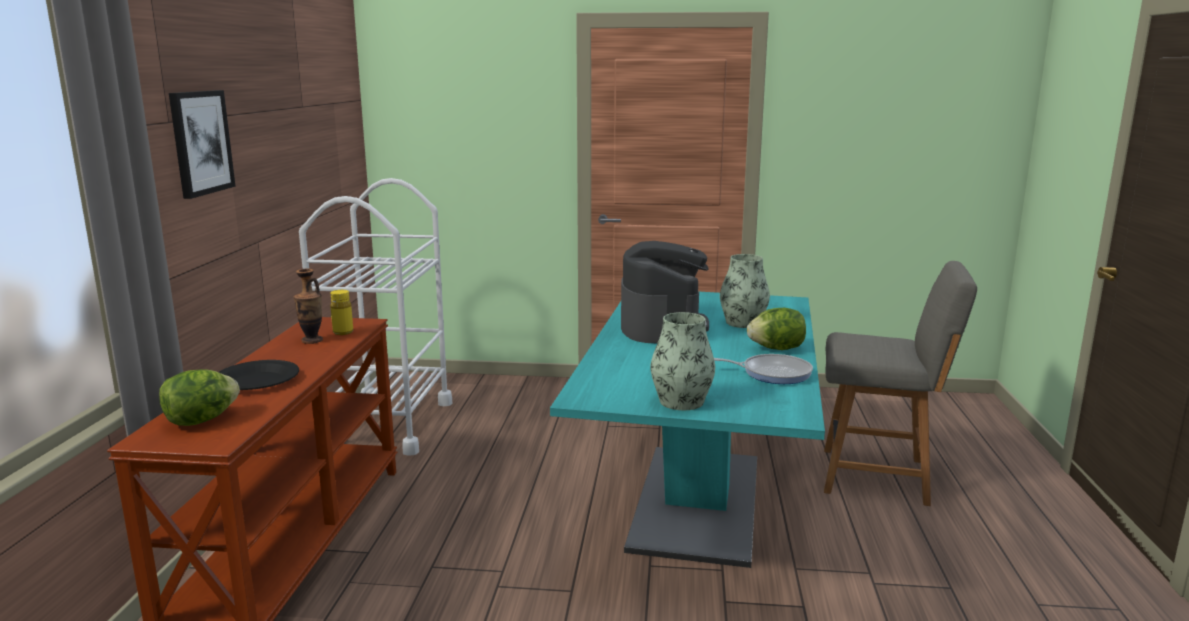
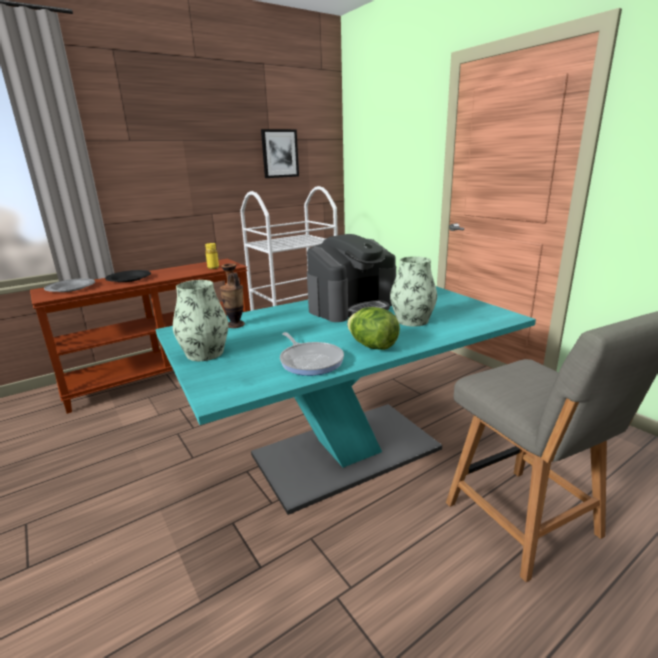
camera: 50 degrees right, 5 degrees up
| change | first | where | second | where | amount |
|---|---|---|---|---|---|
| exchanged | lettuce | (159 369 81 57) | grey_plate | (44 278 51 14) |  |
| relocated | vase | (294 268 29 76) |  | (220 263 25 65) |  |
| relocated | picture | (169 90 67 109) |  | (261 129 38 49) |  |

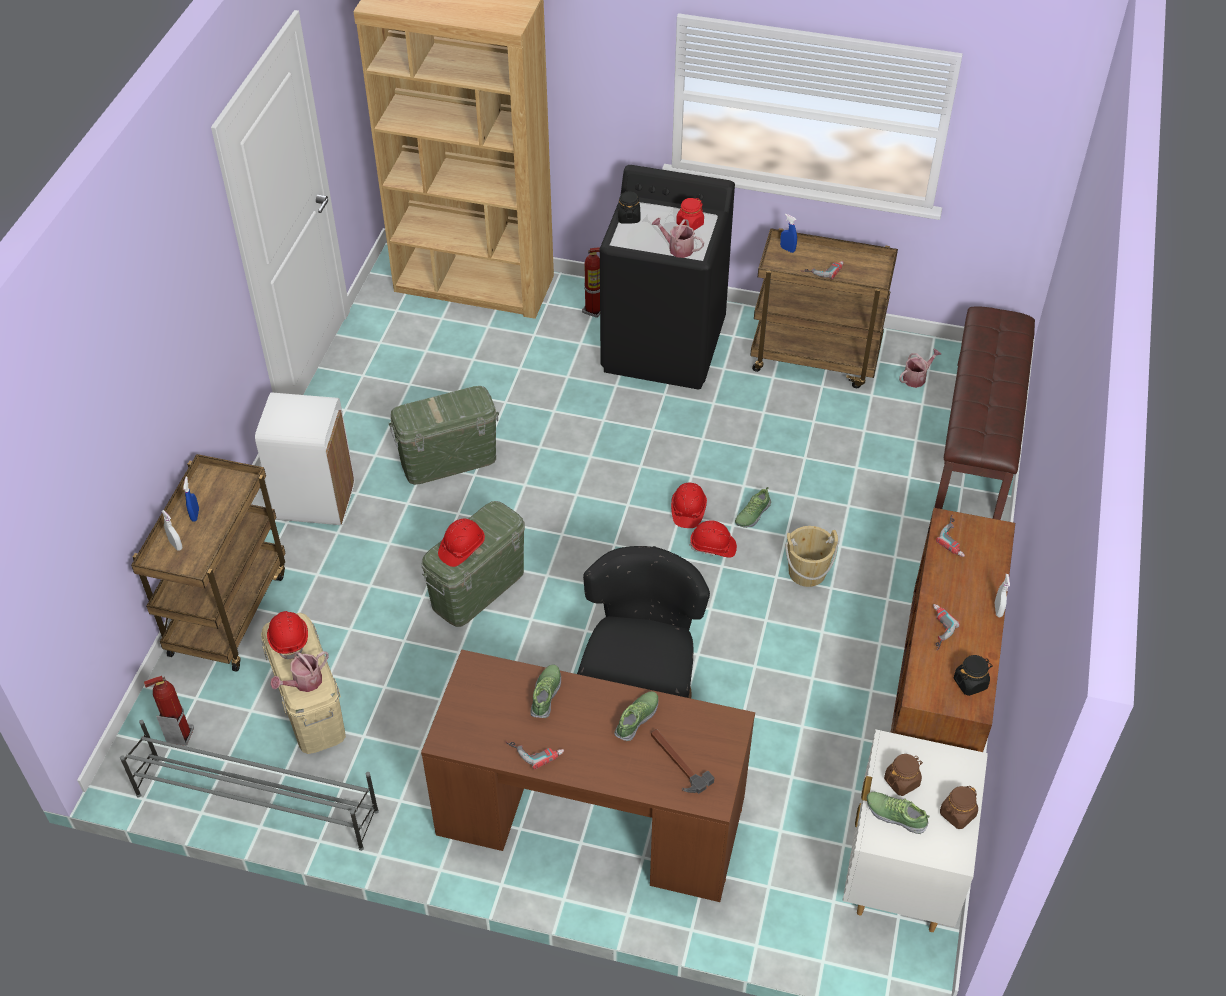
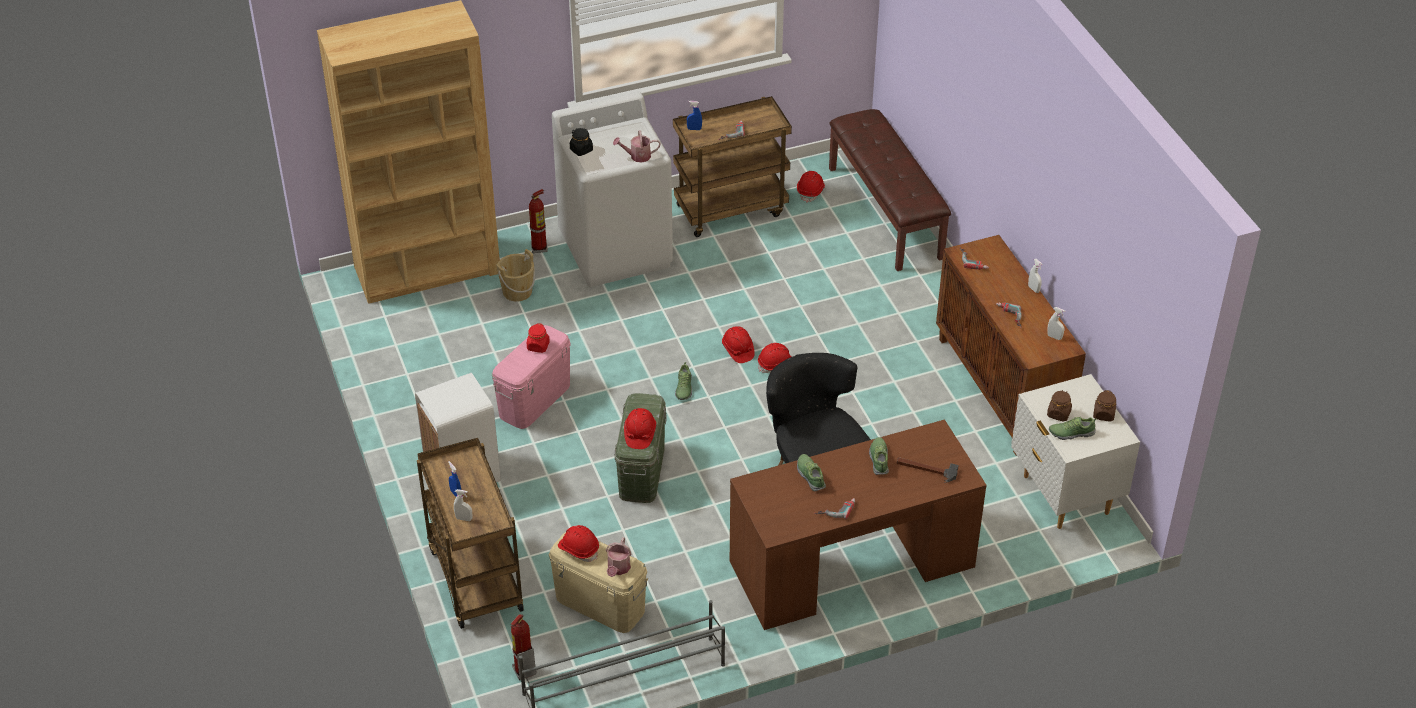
camera: 35 degrees left, 5 degrees down
| change | first | where | second | where | amount |
|---|---|---|---|---|---|
| colour | green_storage_box | (388 386 111 99) | pink_storage_box | (492 325 79 104) |  |
| relocated | beige_bucket | (785 526 53 61) |  | (496 249 39 53) |  |
| relocated | red_jar | (676 198 28 32) |  | (527 323 23 30) |  |
| colour | black_washing_machine | (600 165 135 224) | white_washing_machine | (552 92 121 195) |  |
| relocated | shoe | (735 487 36 41) |  | (675 362 17 38) |  |
| exchanged | watering_can | (899 349 42 39) | red_hard_hat | (797 171 28 32) |  |
| exchanged | black_jar | (954 655 38 41) | white_spray_bottle | (1047 307 18 33) |  |

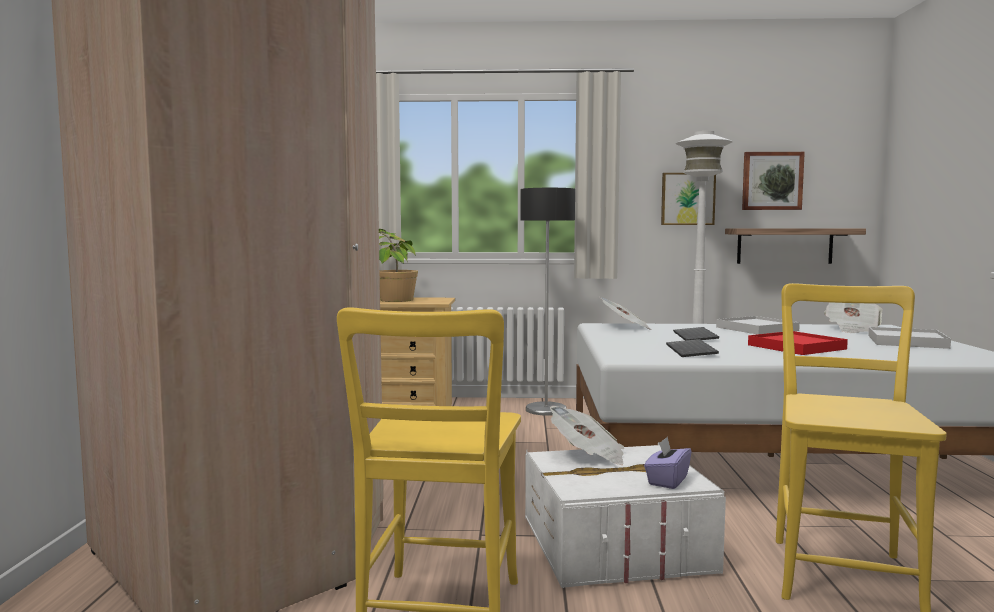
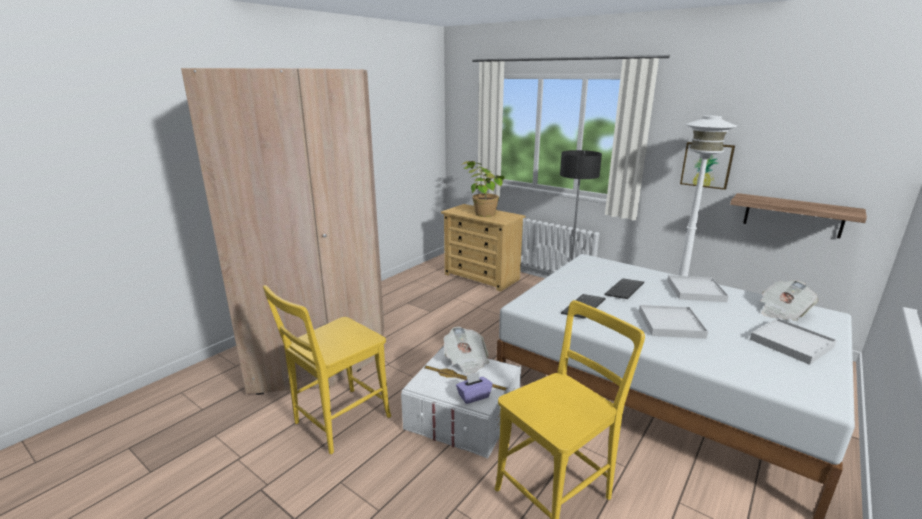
camera: 35 degrees right, 15 degrees up
| change | first | where | second | where | amount |
|---|---|---|---|---|---|
| colour | red_tray | (748 331 100 24) | white_tray | (639 305 69 34) |  |
| missing | newspaper | (598 296 54 34) |  |  |  |
| missing | picture | (742 152 63 58) |  |  |  |

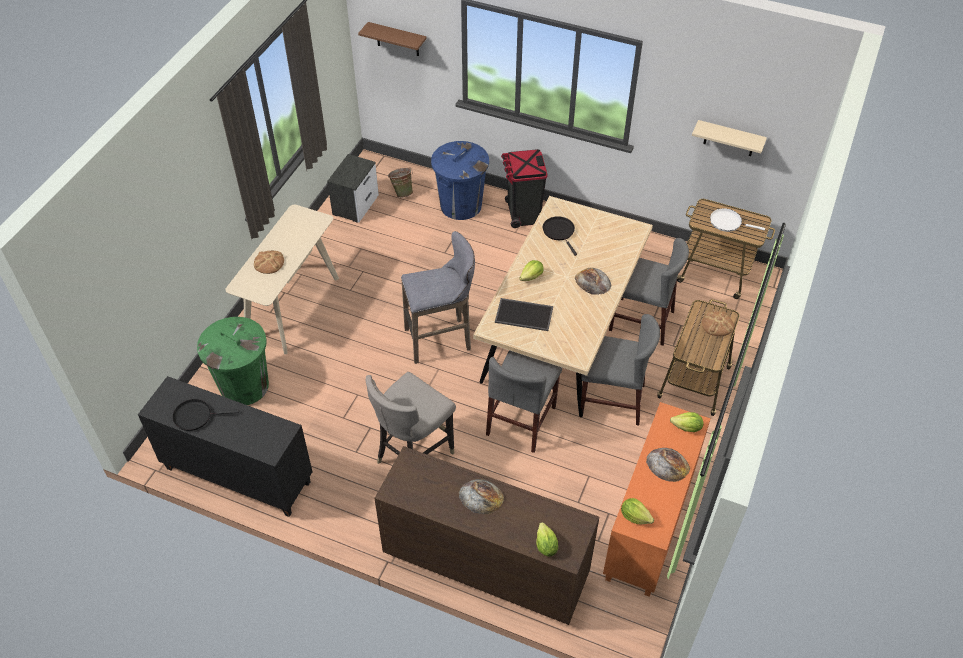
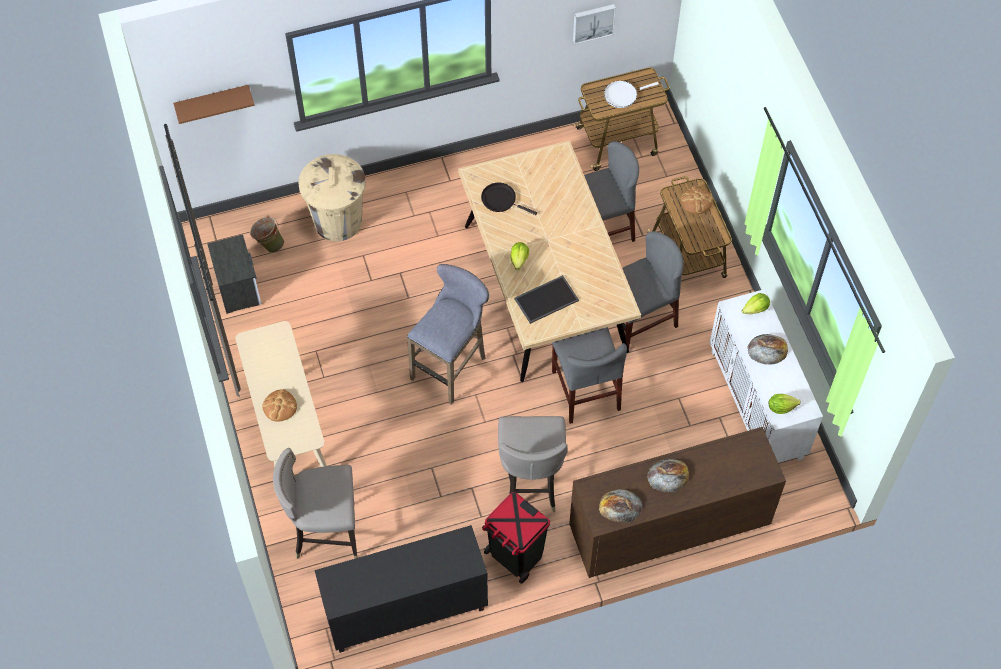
camera: 40 degrees left, 10 degrees up
| change | first | where | second | where | amount |
|---|---|---|---|---|---|
| exchanged | green_trash_can | (197 317 72 88) | grey_stool | (273 448 84 111) |  |
| colour | blue_trash_can | (431 141 58 79) | beige_trash_can | (299 154 67 87) |  |
| relocated | black_trash_can | (501 149 47 79) |  | (482 492 68 92) |  |
| exchanged | beige_shelf | (692 120 75 36) | picture | (573 4 43 41) |  |
| relocated | bread | (575 268 37 27) |  | (599 489 44 34) |  |
| colour | orange_cabinet | (603 402 108 195) | white_cabinet | (710 289 113 174) |  |
| missing | black_frying_pan | (172 399 67 32) |  |  |  |
| missing | lettuce | (536 522 22 35) |  |  |  |

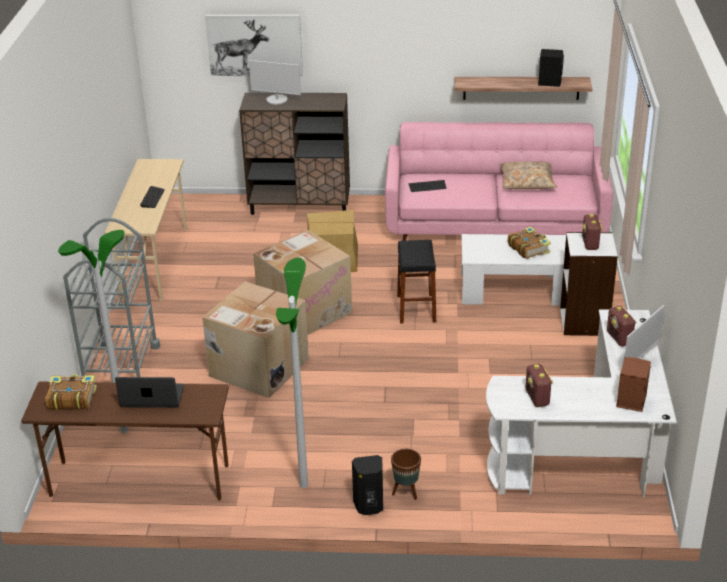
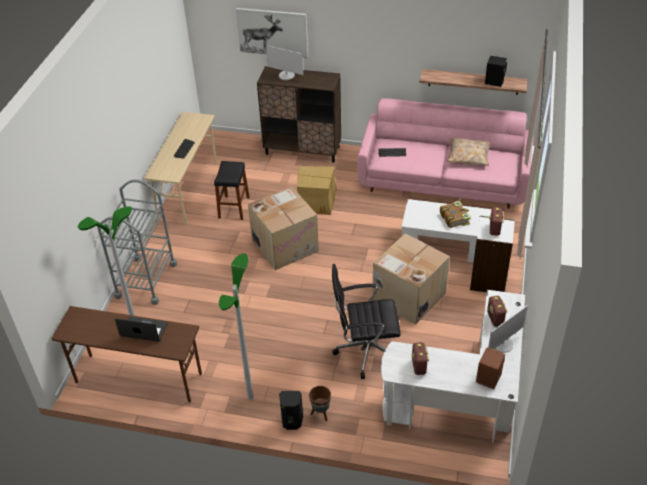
camera: 10 degrees right, 10 degrees up
| change | first | where | second | where | amount |
|---|---|---|---|---|---|
| relocated | black_stool | (397 240 39 84) |  | (214 161 36 59) |  |
| appeared |  |  | black_office_chair | (332 264 69 115) |  |
| relocated | cardboard_box | (202 281 107 117) |  | (372 233 78 92) |  |
| missing | book | (45 374 52 36) |  |  |  |

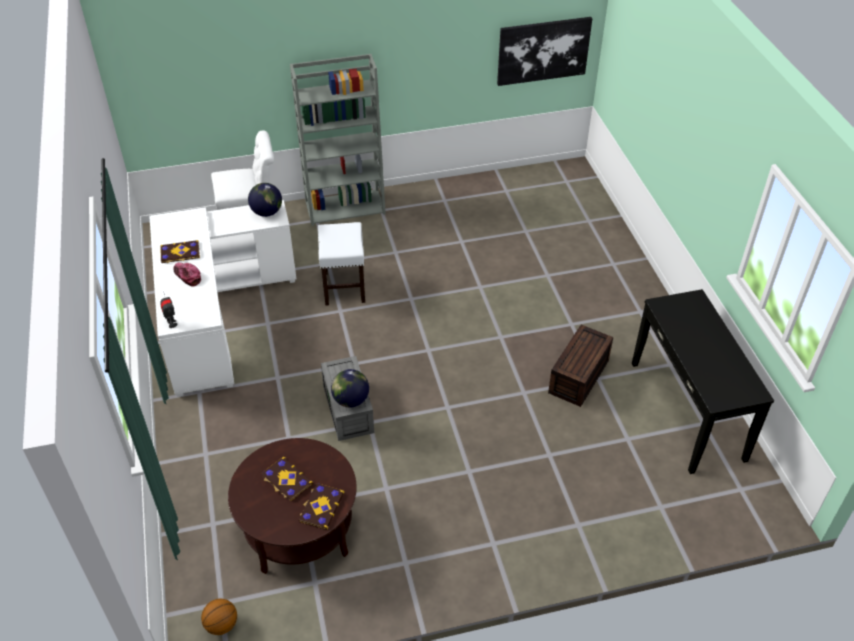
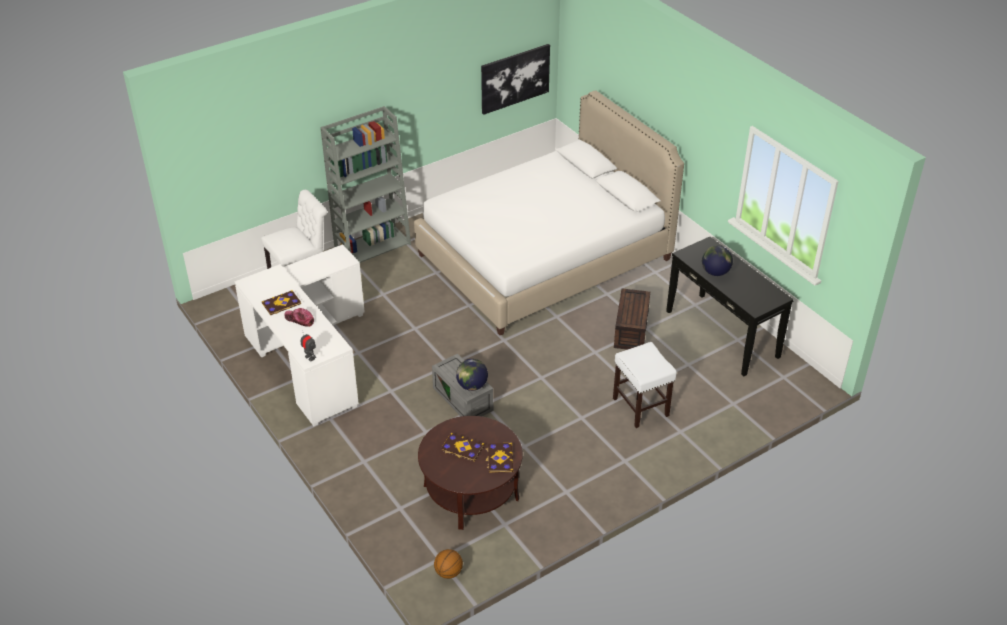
camera: 20 degrees left, 5 degrees down
| change | first | where | second | where | amount |
|---|---|---|---|---|---|
| appeared |  |  | white_bed | (414 90 270 245) |  |
| relocated | white_stool | (318 222 47 84) |  | (613 342 64 86) |  |
| relocated | globe | (248 183 34 34) |  | (702 246 31 30) |  |

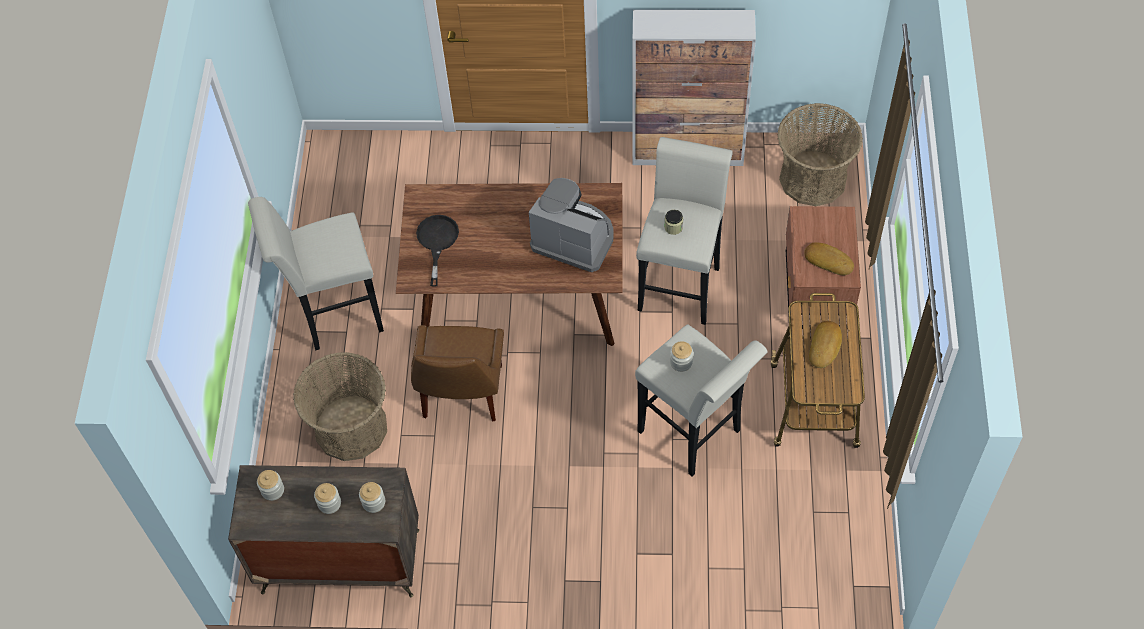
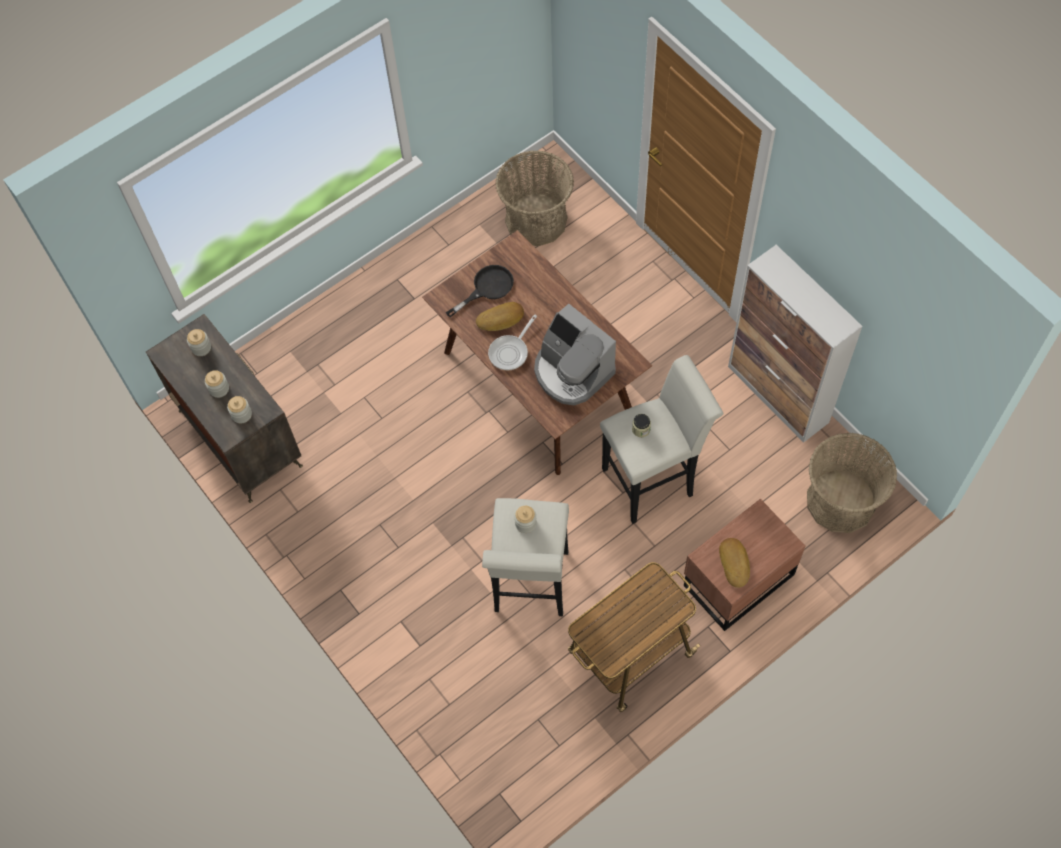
camera: 50 degrees right, 5 degrees up
| change | first | where | second | where | amount |
|---|---|---|---|---|---|
| relocated | bread | (809 321 33 47) |  | (476 302 48 29) |  |
| appeared |  |  | frying_pan | (488 314 49 56) |  |
| relocated | basket | (293 352 94 109) |  | (495 151 79 95) |  |
| spun | coffee_machine | (529 178 85 94) |  | (534 304 82 101) | 150 degrees clockwise |
| missing | white_stool | (248 197 136 153) |  |  |  |
| missing | brown_chair | (411 325 93 97) |  |  |  |

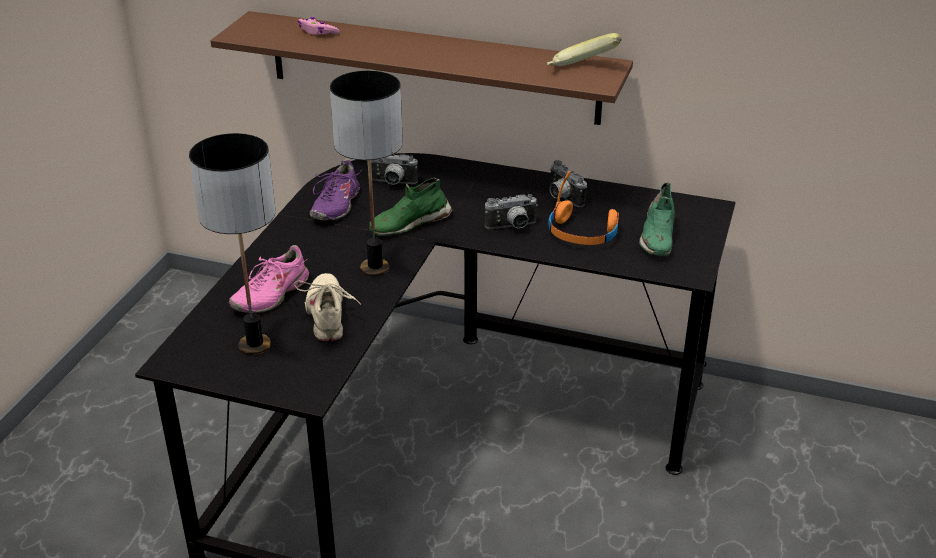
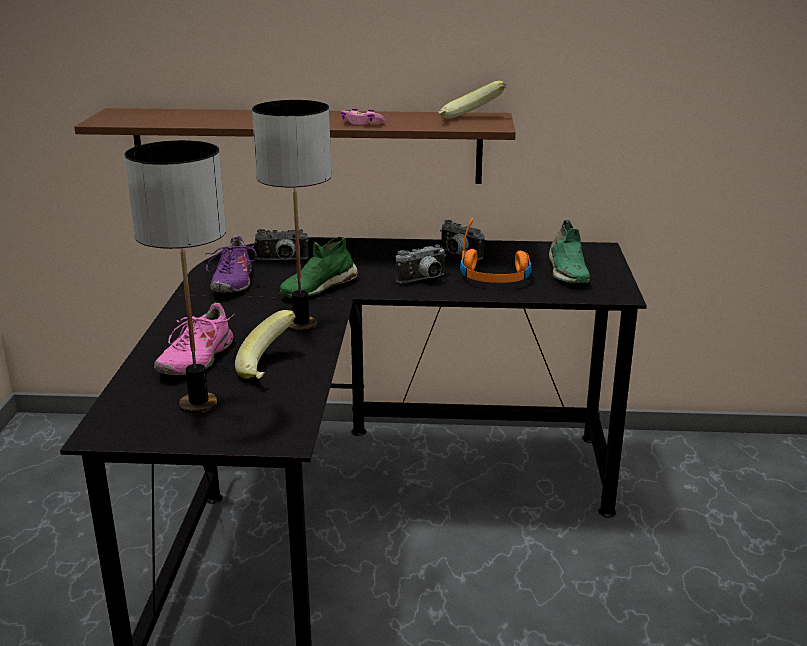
camera: 15 degrees left, 10 degrees down
| change | first | where | second | where | amount |
|---|---|---|---|---|---|
| exchanged | beige_shoe | (294 273 67 68) | banana | (235 310 61 69) |  |
| relocated | pink_game_controller | (298 17 42 18) |  | (340 109 46 16) |  |

